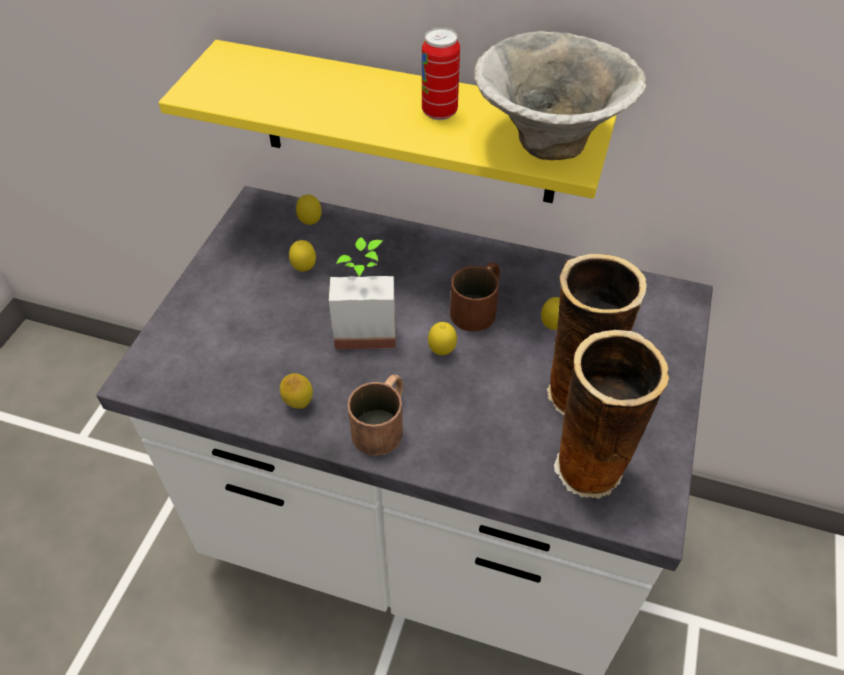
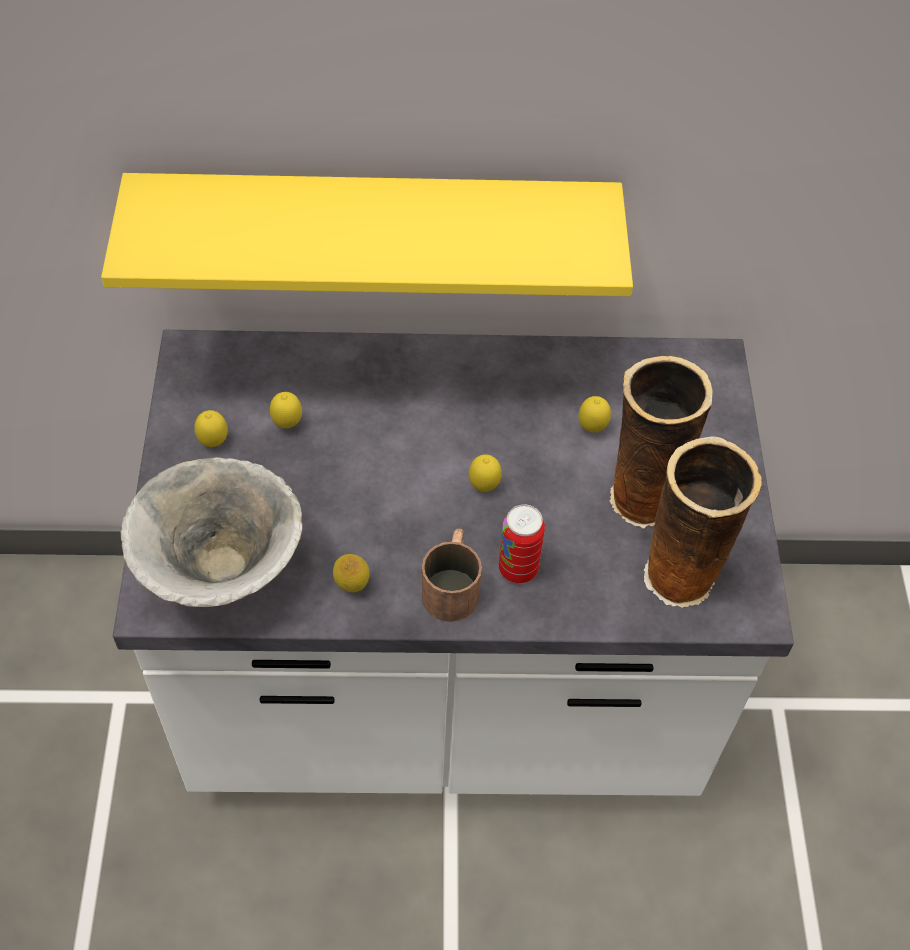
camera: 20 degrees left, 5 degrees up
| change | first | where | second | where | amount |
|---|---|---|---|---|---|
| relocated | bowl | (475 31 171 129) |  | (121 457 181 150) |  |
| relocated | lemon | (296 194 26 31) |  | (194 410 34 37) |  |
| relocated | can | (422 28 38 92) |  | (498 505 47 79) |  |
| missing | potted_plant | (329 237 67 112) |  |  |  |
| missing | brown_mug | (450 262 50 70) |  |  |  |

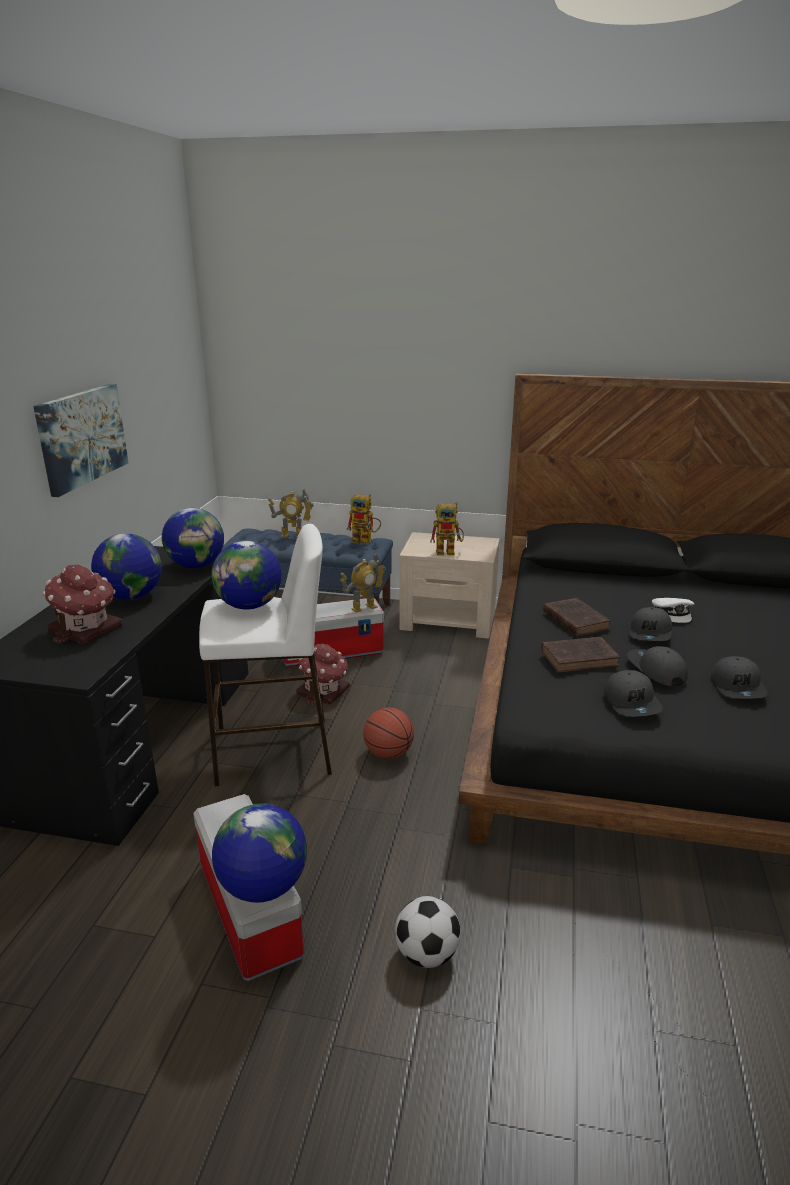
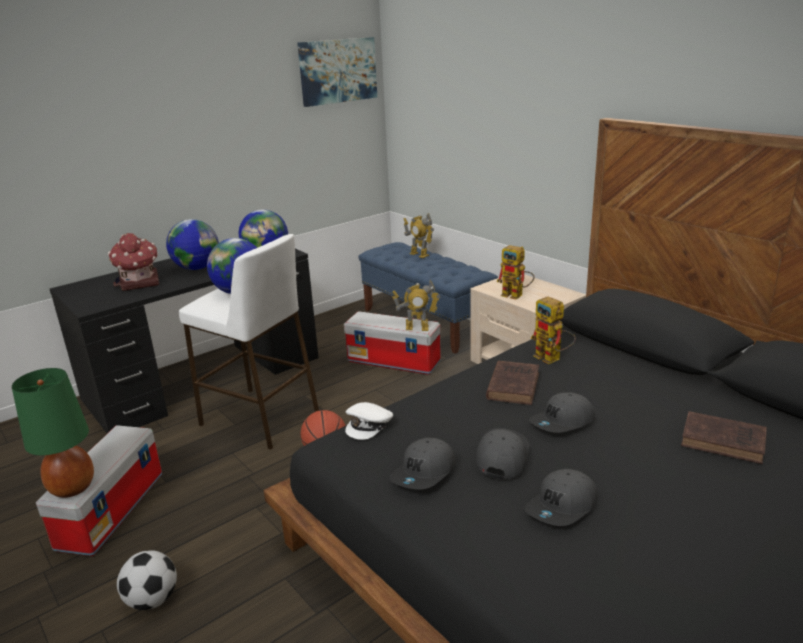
camera: 40 degrees right, 0 degrees up
| change | first | where | second | where | amount |
|---|---|---|---|---|---|
| exchanged | globe | (212 803 95 100) | green_table_lamp | (12 368 82 130) |  |
| relocated | picture | (33 384 95 113) |  | (297 37 80 70) |  |
| relocated | white_cap | (652 598 42 25) |  | (345 402 48 38) |  |
| relocated | toy_robot | (347 494 34 51) |  | (531 296 45 68) |  |
| relocated | brown_book | (541 637 79 36) |  | (681 411 86 53) |  |
| missing | toy_house | (296 644 54 61) |  |  |  |

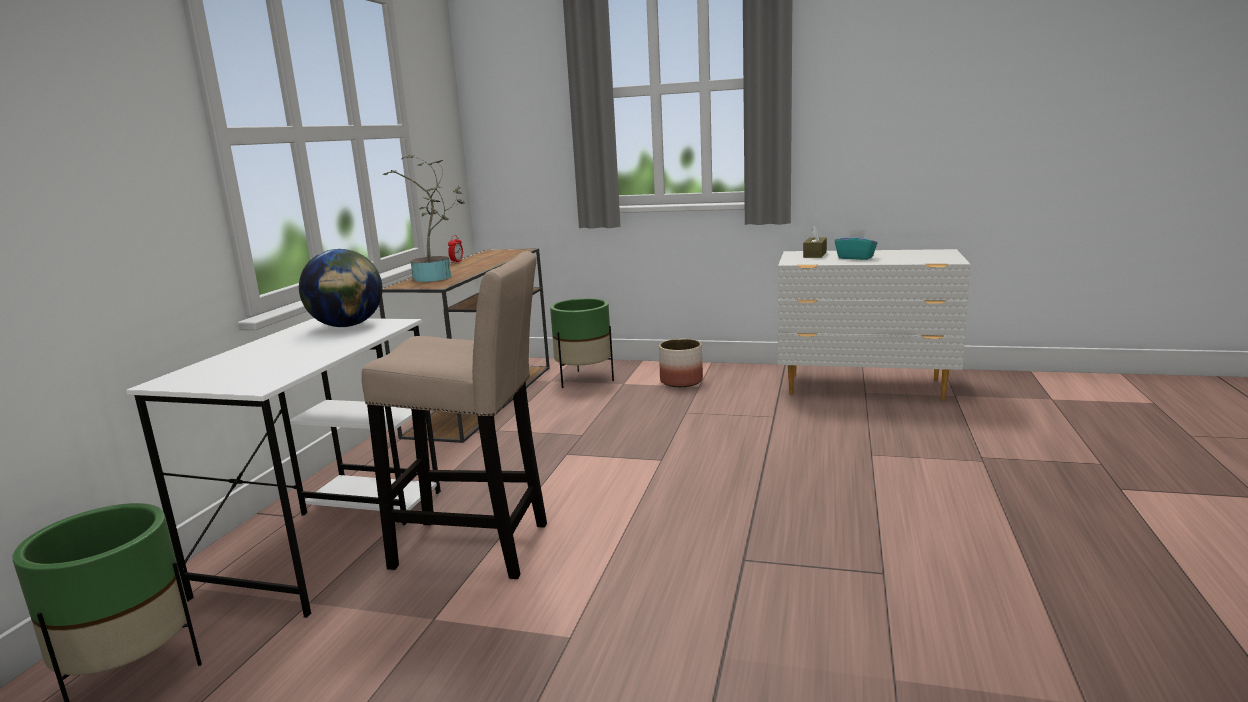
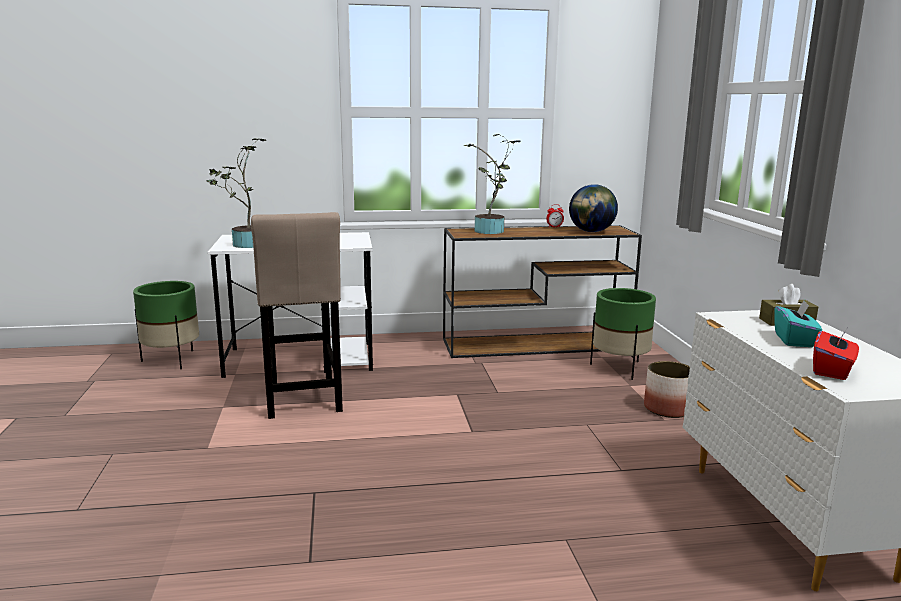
camera: 65 degrees right, 0 degrees up
| change | first | where | second | where | amount |
|---|---|---|---|---|---|
| appeared |  |  | potted_plant | (206 138 60 110) |  |
| relocated | globe | (299 249 84 78) |  | (569 184 49 48) |  |
| appeared |  |  | red_tissue_box | (813 326 46 54) |  |

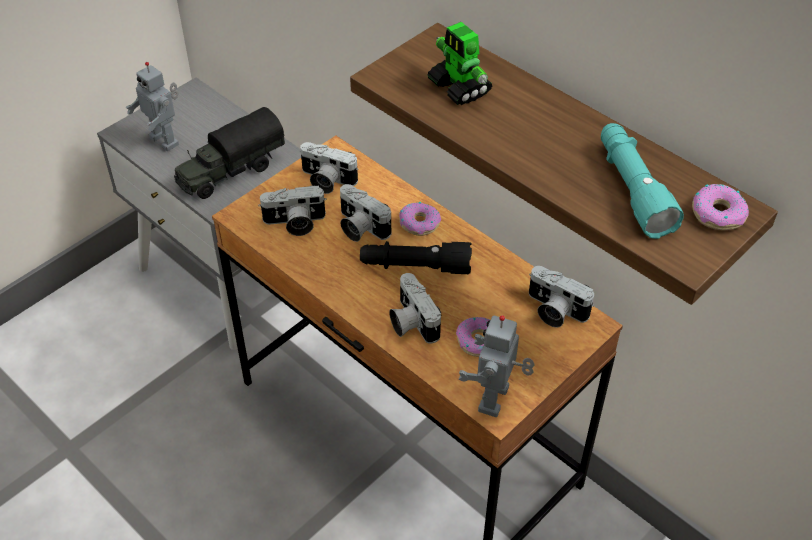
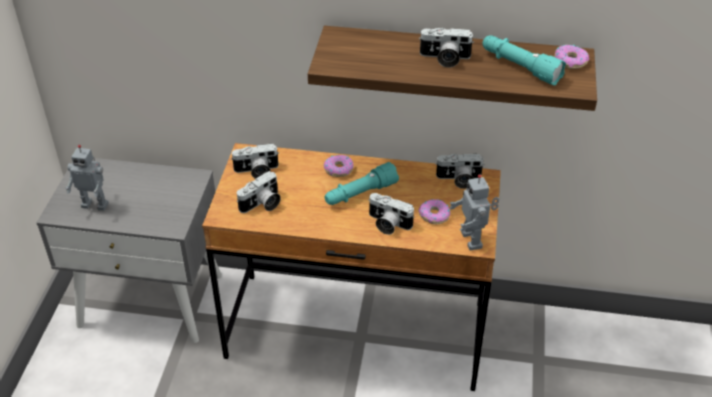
camera: 35 degrees left, 5 degrees down
| change | first | where | second | where | amount |
|---|---|---|---|---|---|
| colour | black_flashlight | (360 241 112 33) | turquoise_flashlight | (325 162 74 43) |  |
| relocated | photo_camera | (340 184 51 58) |  | (419 28 55 40) |  |
| missing | toy_truck | (174 107 111 92) |  |  |  |
| missing | toy_robot | (427 22 65 84) |  |  |  |

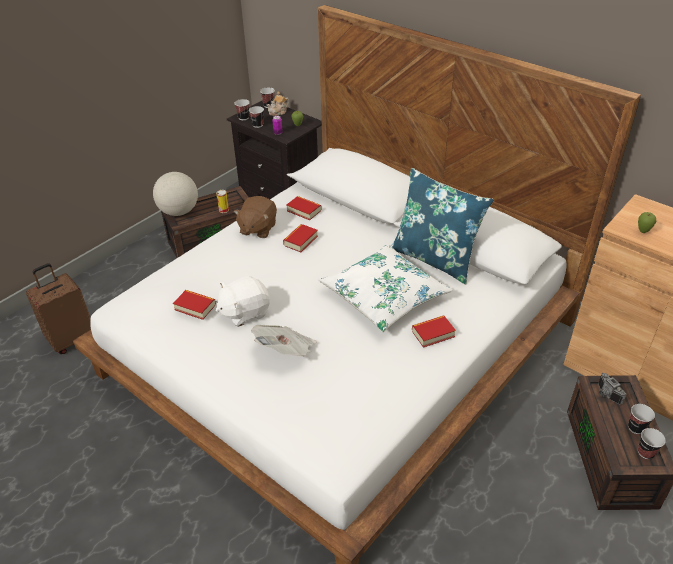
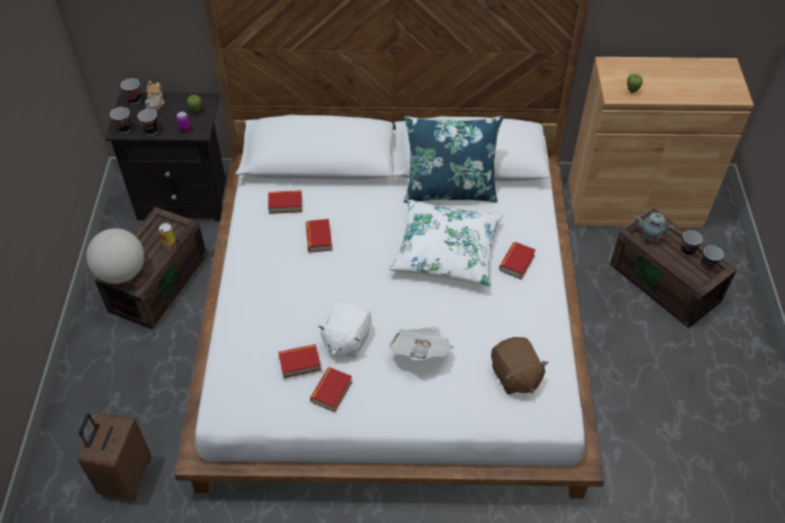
camera: 40 degrees left, 10 degrees up
| change | first | where | second | where | amount |
|---|---|---|---|---|---|
| appeared |  |  | book | (310 367 42 45) |  |
| relocated | brown_plush_toy | (233 196 44 42) |  | (491 337 58 57) |  |
| exchanged | photo_camera | (598 373 28 32) | teapot | (634 213 41 28) |  |

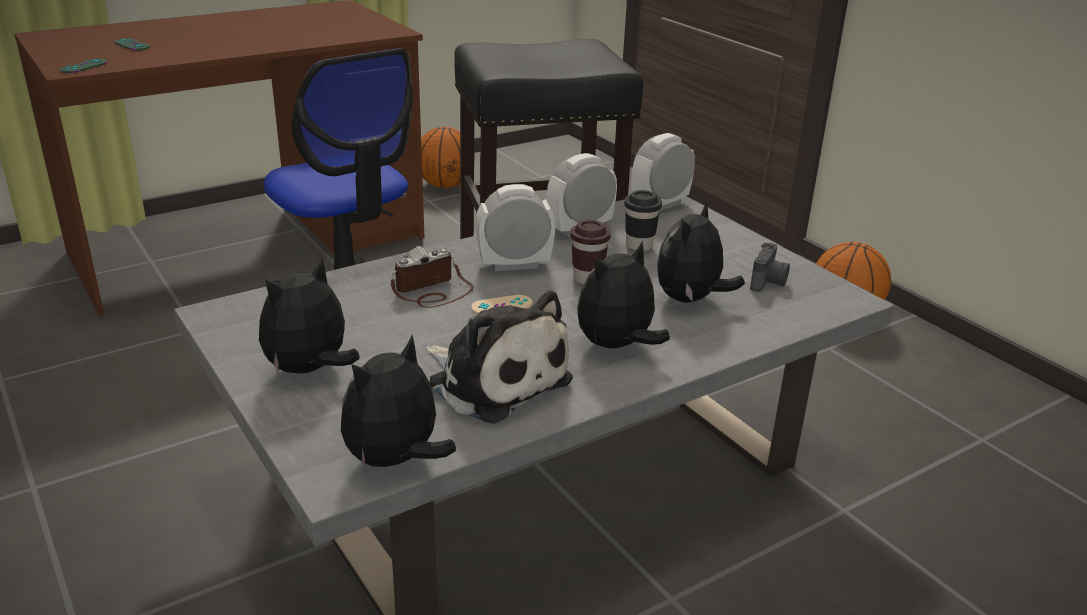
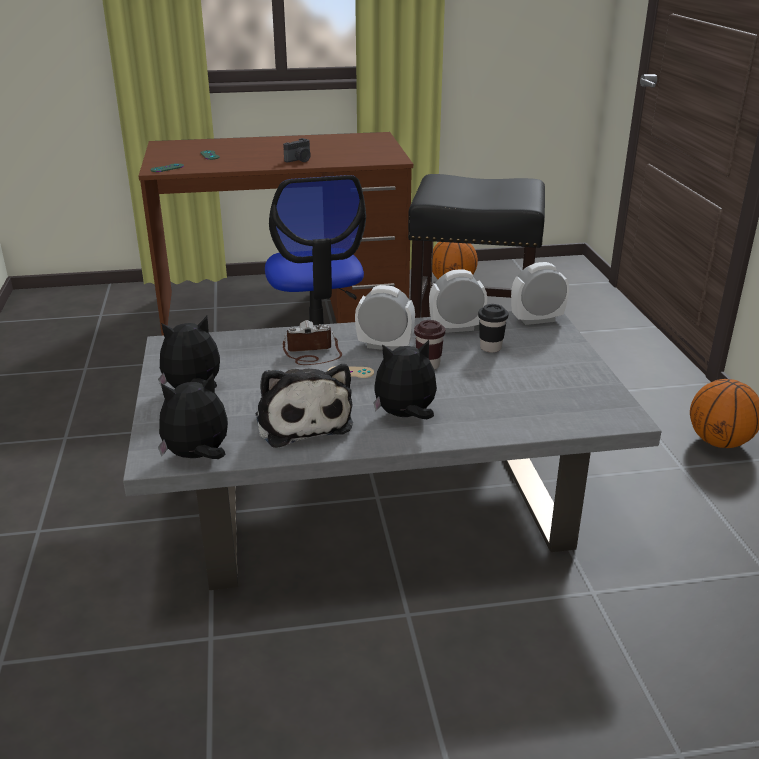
camera: 25 degrees right, 0 degrees up
| change | first | where | second | where | amount |
|---|---|---|---|---|---|
| relocated | photo_camera | (750 242 40 50) |  | (283 138 28 24) |  |
| missing | plush_toy | (657 201 88 102) |  |  |  |

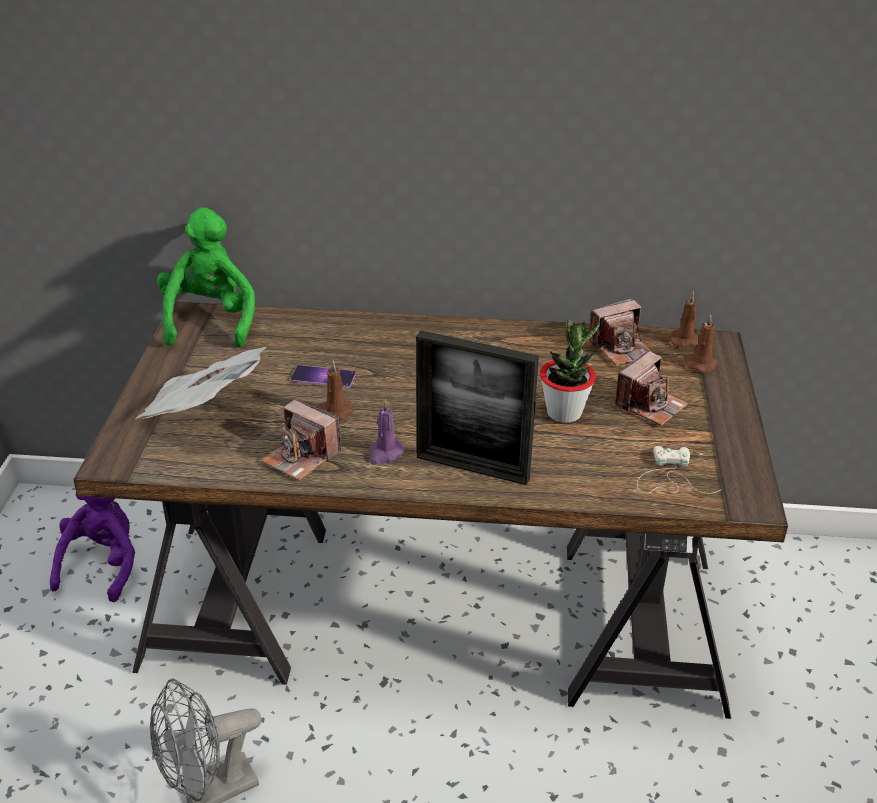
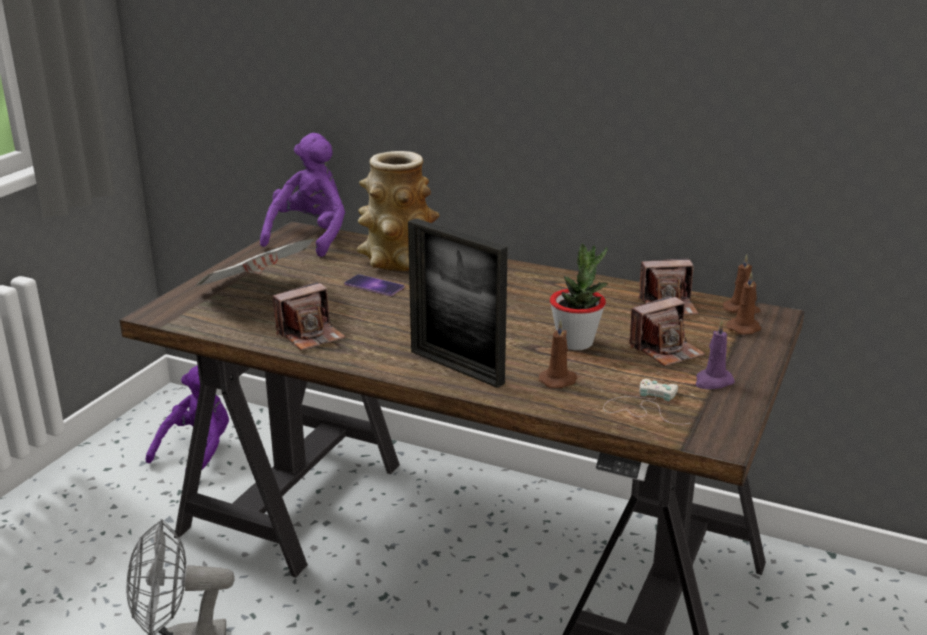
camera: 20 degrees right, 10 degrees down
| change | first | where | second | where | amount |
|---|---|---|---|---|---|
| colour | green_plush_toy | (157 207 98 140) | purple_plush_toy | (260 133 85 124) |  |
| spun | photo_camera | (261 400 80 81) |  | (273 282 73 69) | 90 degrees counterclockwise |
| appeared |  |  | vase | (357 151 83 120) |  |
| relocated | brown_candle | (318 360 35 60) |  | (539 320 39 68) |  |
| relocated | purple_candle | (369 399 36 66) |  | (695 320 40 69) |  |

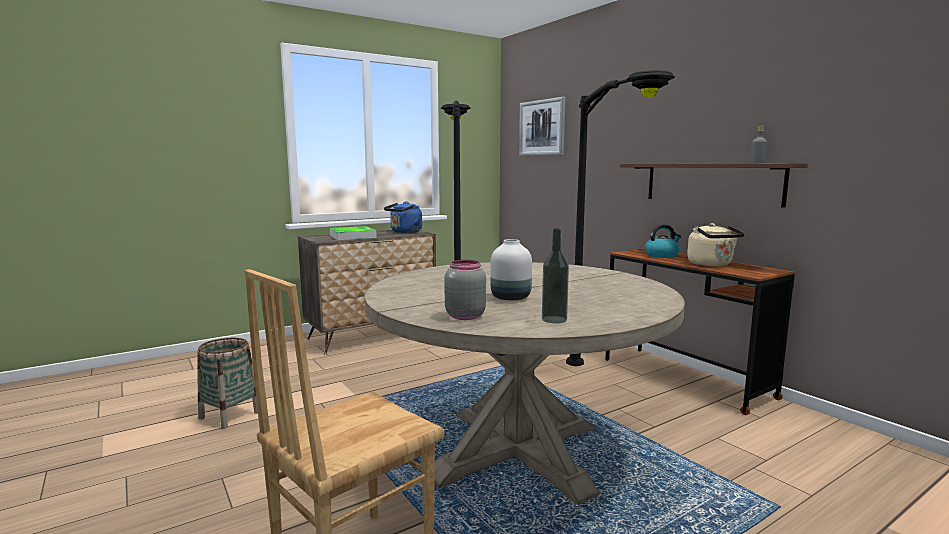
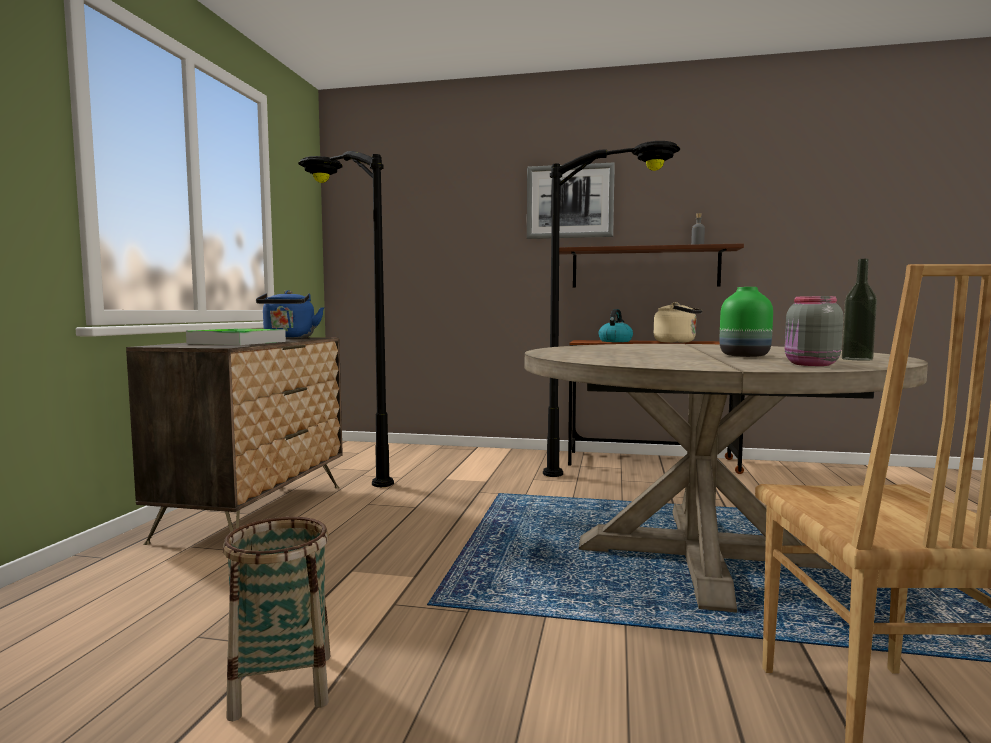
camera: 45 degrees left, 5 degrees down
| change | first | where | second | where | amount |
|---|---|---|---|---|---|
| relocated | picture | (519 97 46 59) |  | (527 162 88 77) |  |
| colour | white_vase | (490 239 42 61) | green_vase | (720 287 53 70) |  |

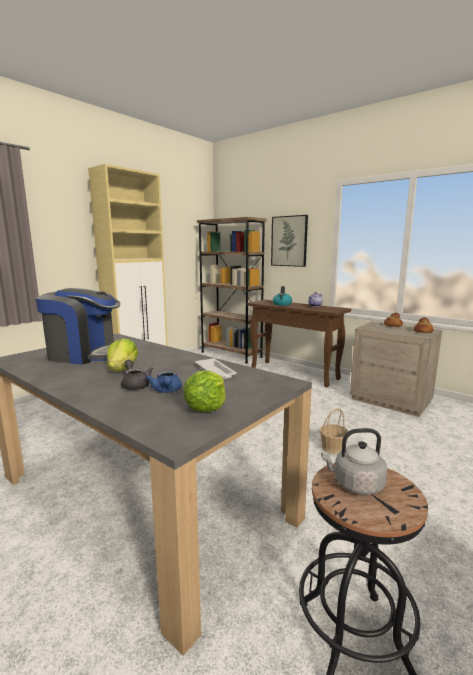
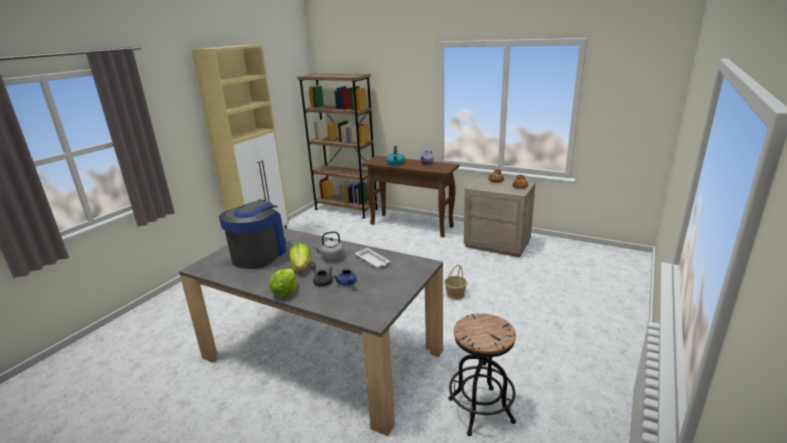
camera: 10 degrees left, 10 degrees up
| change | first | where | second | where | amount |
|---|---|---|---|---|---|
| spun | coffee_machine | (36 288 85 77) |  | (219 200 67 69) | 75 degrees counterclockwise |
| relocated | lettuce | (183 370 43 42) |  | (269 269 28 27) |  |
| relocated | grey_kettle | (321 428 66 67) |  | (313 231 31 30) |  |
| missing | picture | (271 215 37 52) |  |  |  |

